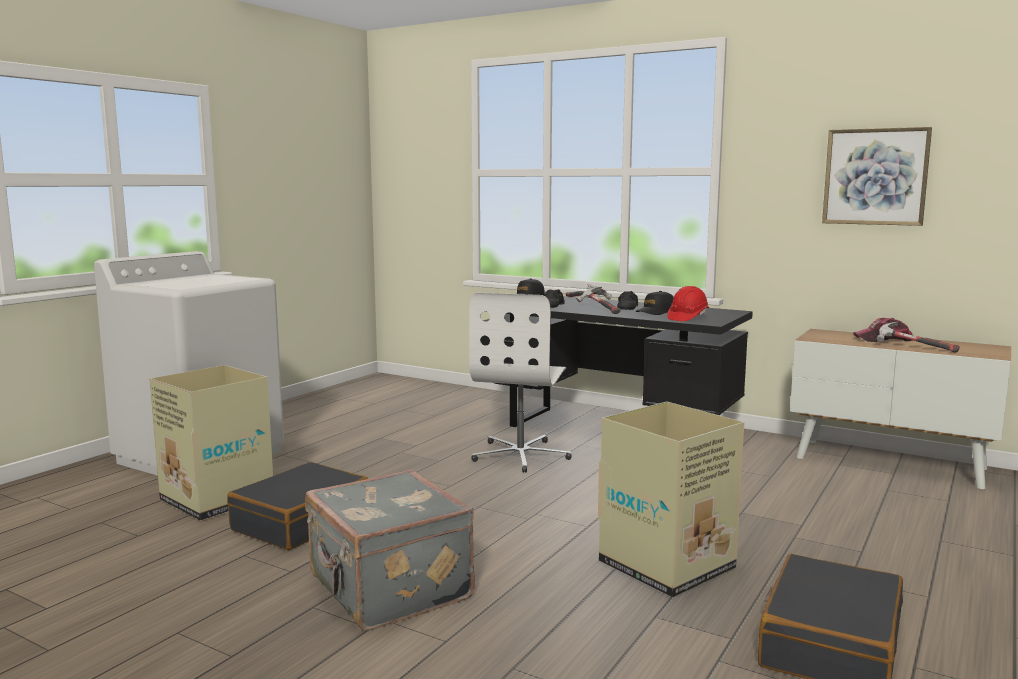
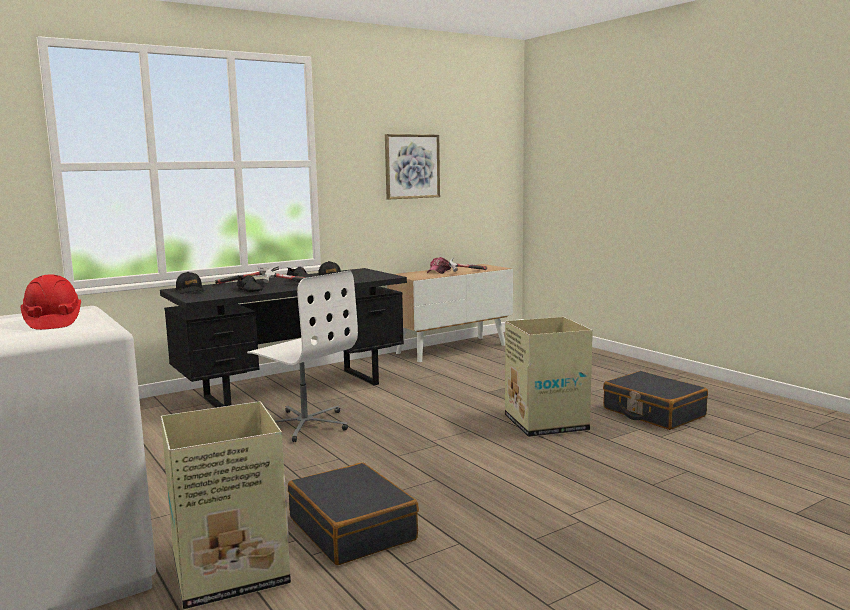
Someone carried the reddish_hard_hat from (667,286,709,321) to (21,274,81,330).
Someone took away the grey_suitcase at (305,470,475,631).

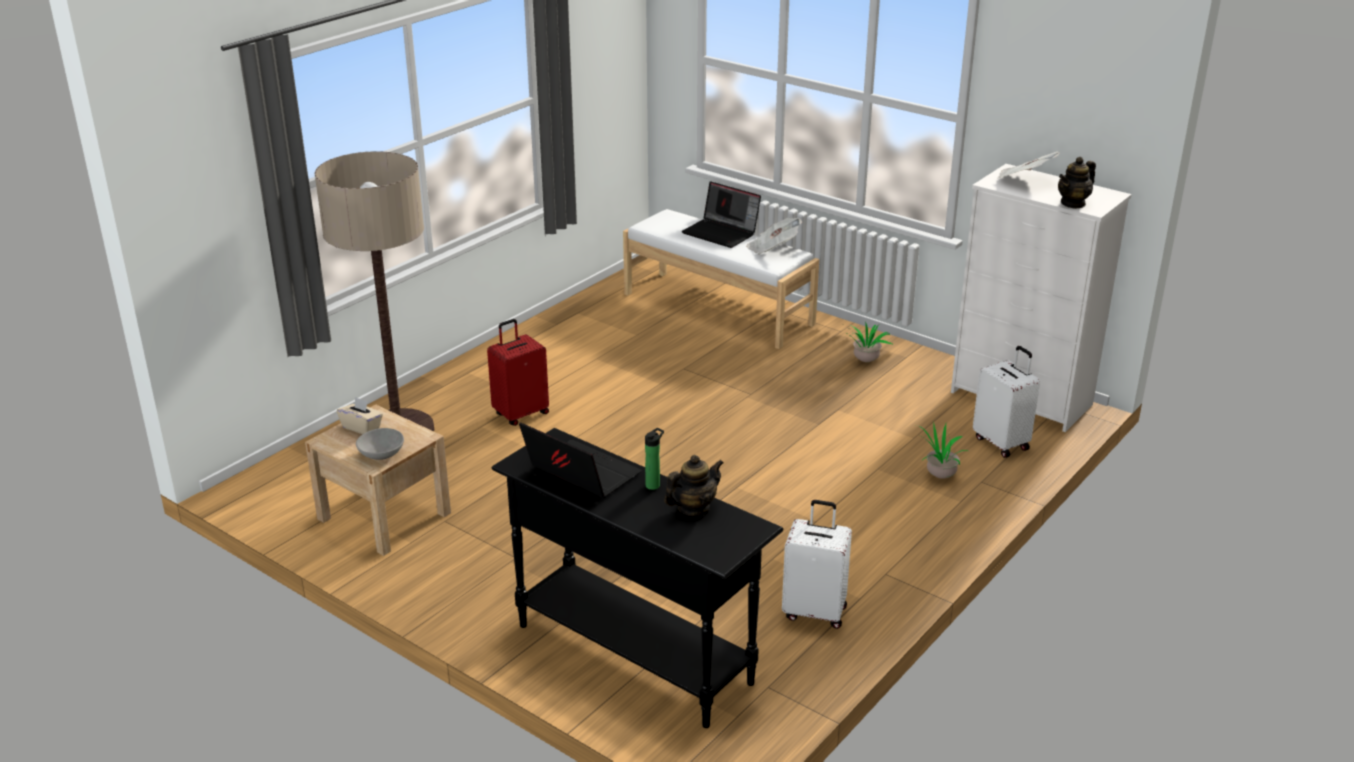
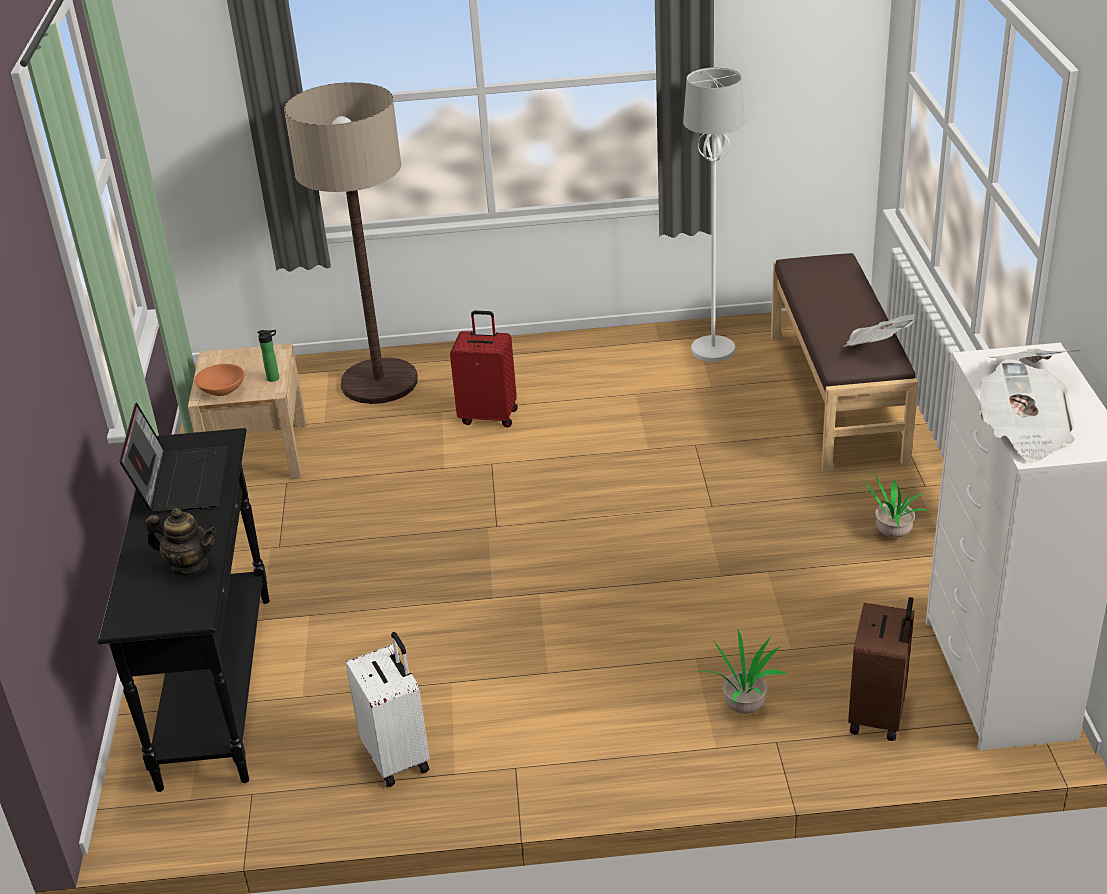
Someone swapped the pot_for_tea at (1058,157,1096,209) for the printed_paper at (980,359,1075,463).
Someone took away the laptop at (681,181,761,248).
Someone repainted the white_long_seat at (623,209,819,349), which became the brownish_long_seat at (771,253,919,472).
Someone repainted the white_suitcase at (973,346,1040,458), which became the brownish_suitcase at (848,597,915,741).
Someone took away the beige_tissue_holder at (337,397,383,434).
Someone repainted the grey_bowl at (356,428,404,460), which became the orange_bowl at (195,364,244,396).
Someone carried the drink_bottle from (645,428,664,490) to (257,330,279,382).
Someone put down the white_floor_lamp at (683,67,745,362).

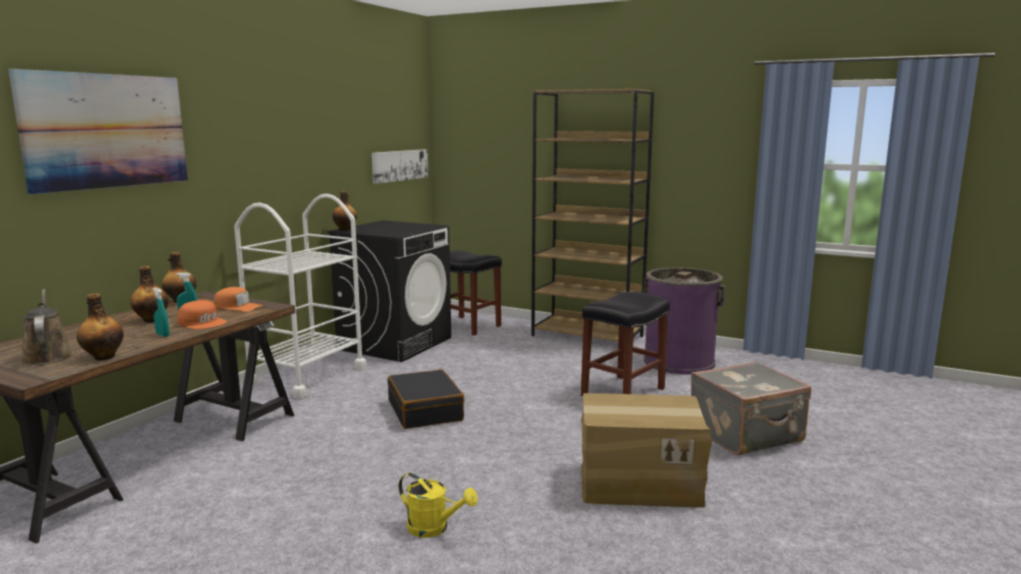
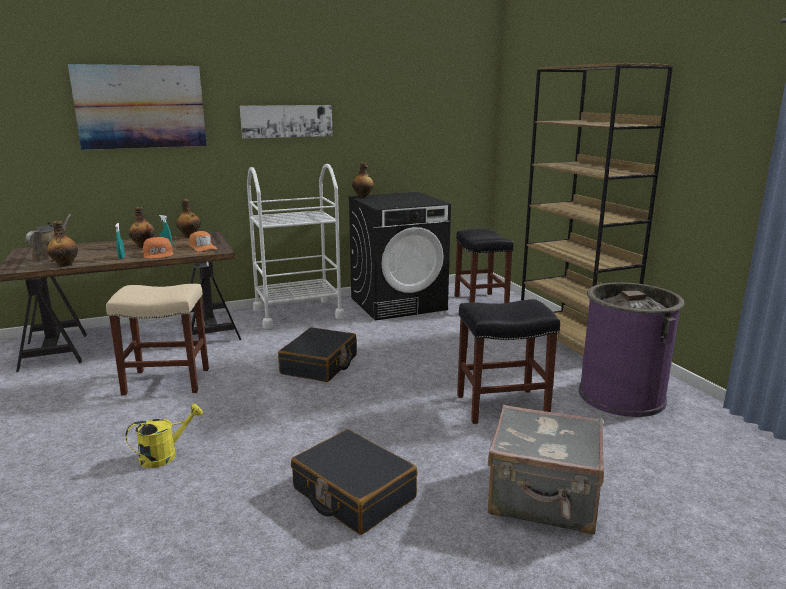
Someone carried the picture from (372,149,428,184) to (240,105,333,139).
Someone swapped the packing_box at (581,393,712,508) for the blackish_suitcase at (291,429,418,535).
Someone rotated the yellow-coloured_watering_can at (399,473,478,538) by 105 degrees counterclockwise.
Someone put down the beige_stool_seat at (106,284,209,395).

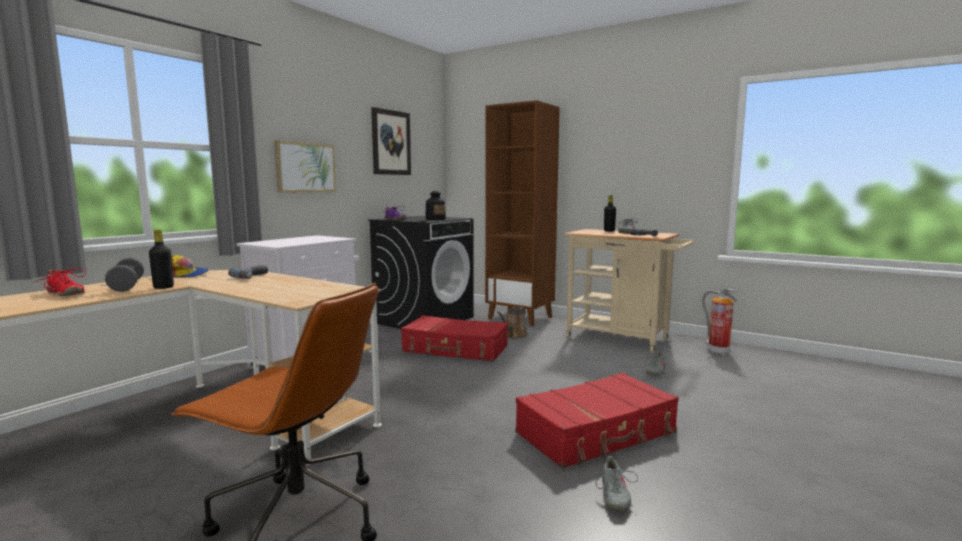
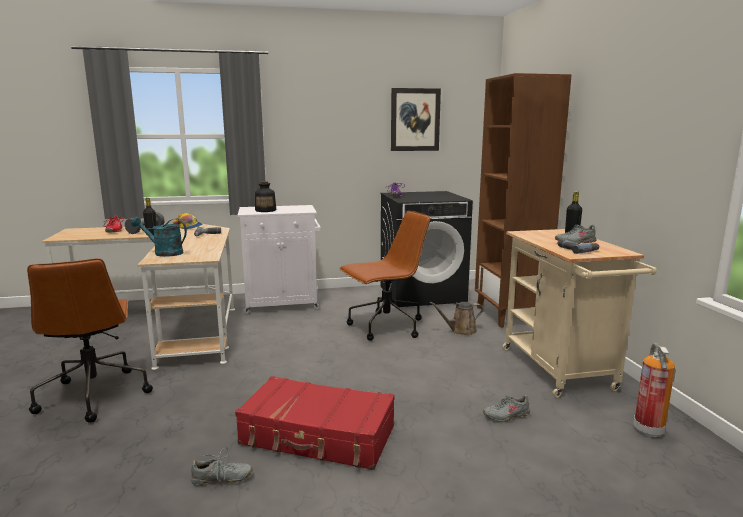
Someone took away the picture at (274,140,336,193).
Someone carried the drink_bottle from (425,191,446,220) to (255,181,276,212).
Someone swapped the reddish_suitcase at (401,315,508,362) for the brownish_computer_chair at (339,211,430,341).
Someone rotated the grey_item_of_footwear at (590,456,638,511) by 150 degrees counterclockwise.
Someone put down the turquoise-coloured_watering_can at (131,216,187,257).

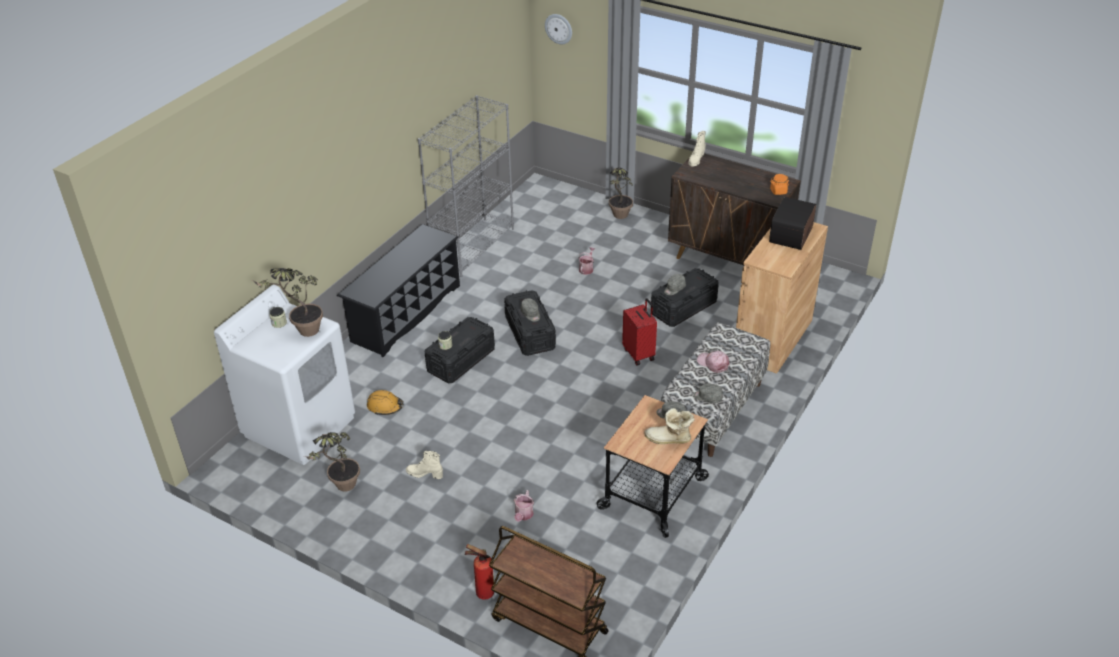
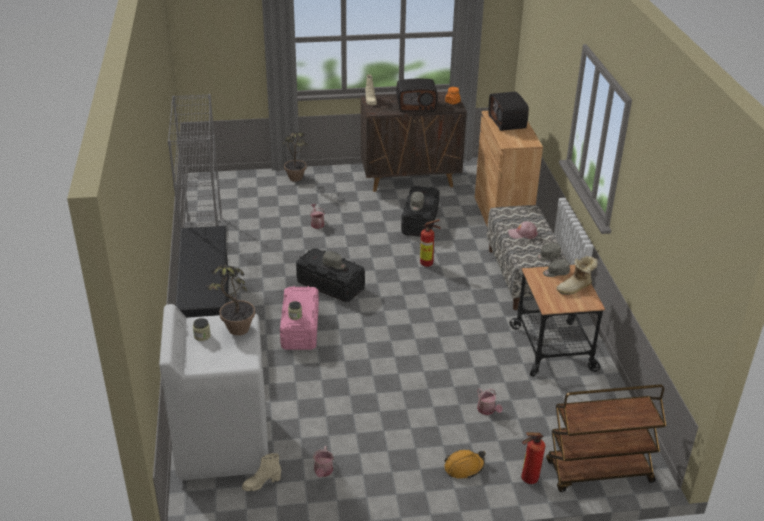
Someone took away the clock_on_the_wall at (545,14,572,44).
Someone swapped the reddish_suitcase at (622,298,657,365) for the fire-fighting_cylinder at (420,219,441,267).
Someone repainted the blackish_storage_bin at (425,317,495,383), which became the pink-coloured_storage_bin at (280,286,319,350).
Someone carried the orange_hard_hat from (367,390,404,415) to (445,450,486,479).
Someone swapped the plant_in_a_pot at (304,432,360,491) for the watering_can at (313,446,334,478).
Someone carried the beige_tall_boot from (406,451,443,479) to (242,453,281,491).
Someone put down the radio at (396,79,438,112).

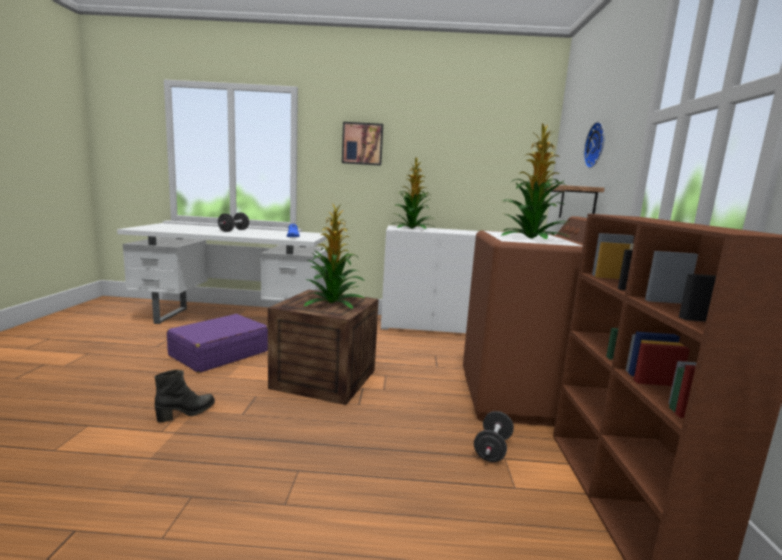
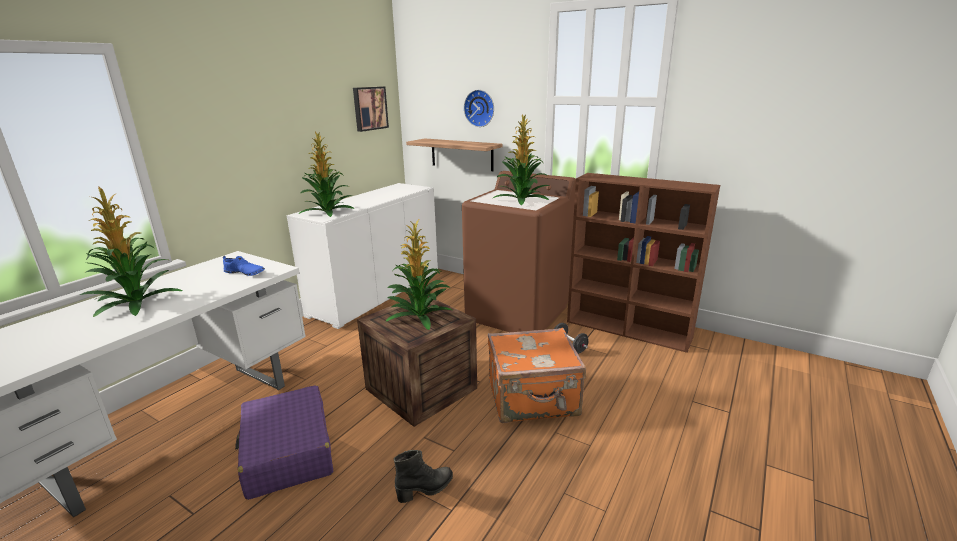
Someone carried the picture from (342,122,383,166) to (353,86,389,132).
Someone swapped the blackish_hand_weight at (218,212,249,232) for the plant_in_a_pot at (80,187,183,317).
Someone rotated the blackish_tall_boot at (154,370,215,422) by 75 degrees clockwise.
Someone put down the orange_suitcase at (488,327,586,423).

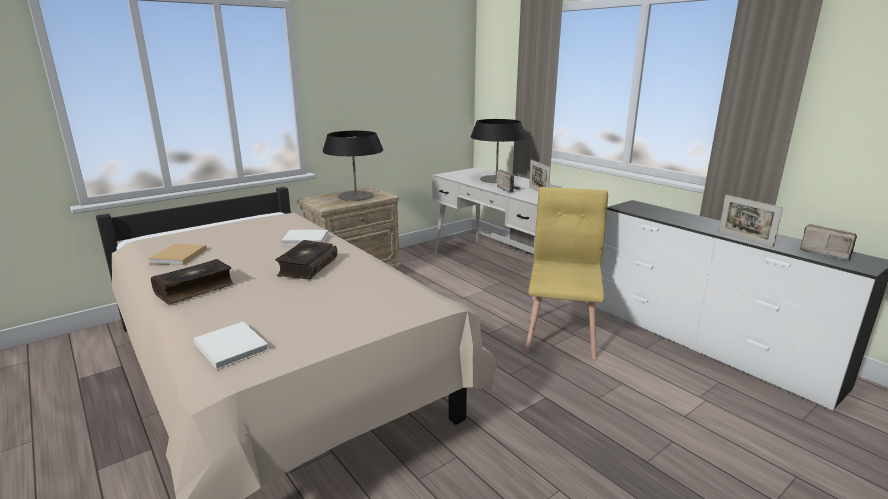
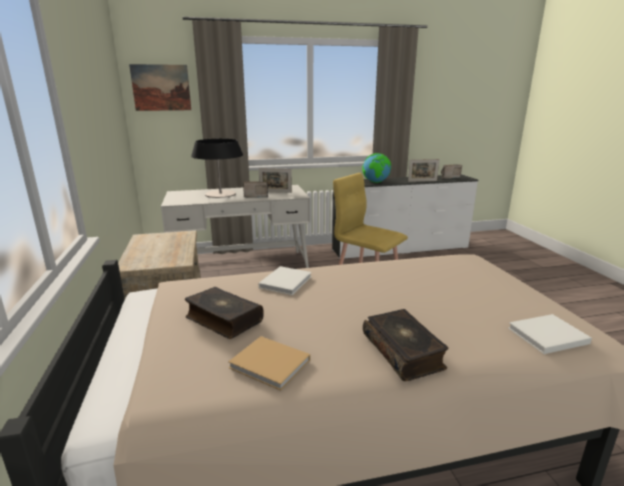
Someone took away the table_lamp at (323,131,383,201).
Someone carried the book from (275,240,338,280) to (185,287,264,339).
Someone put up the picture at (129,64,191,111).
Someone put down the globe at (362,153,391,183).

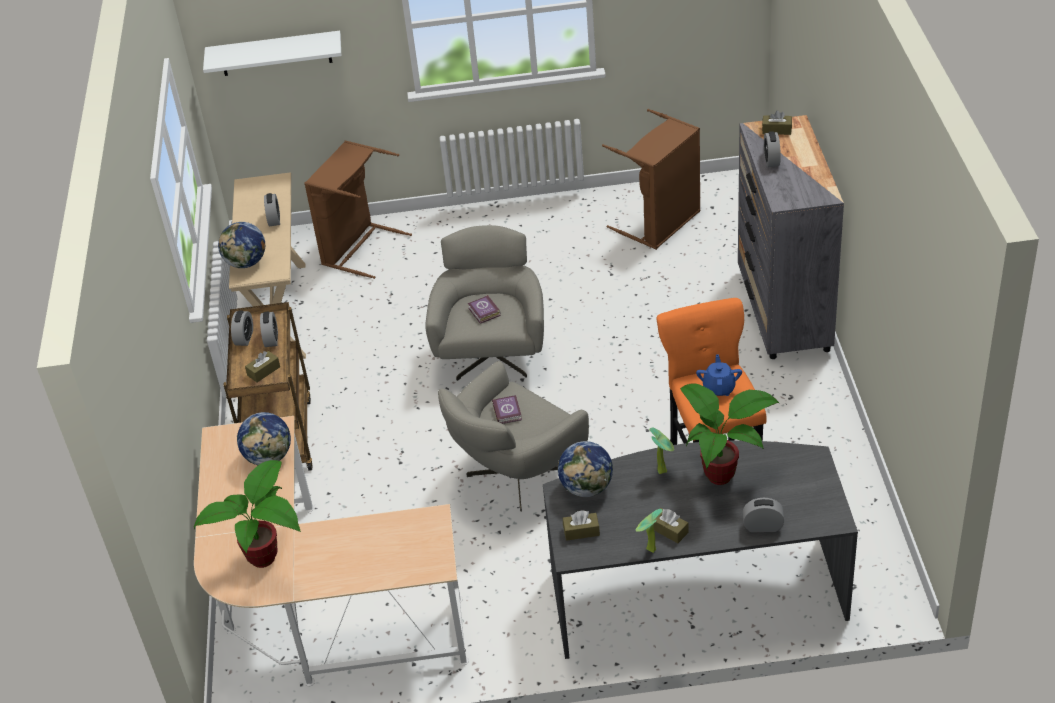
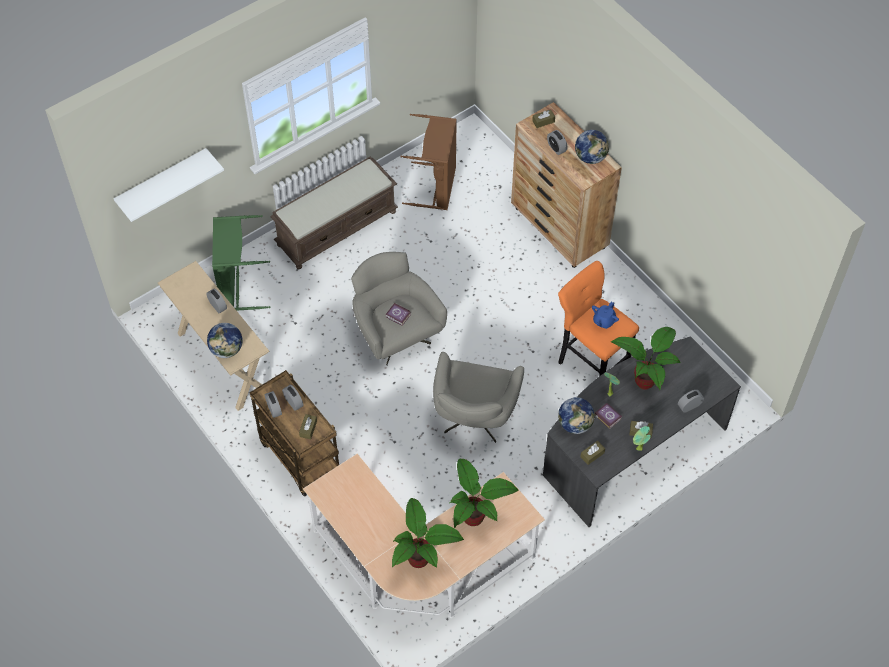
Someone repainted the grey_dresser at (738,115,844,359), which became the brownish_dresser at (511,102,622,268).
Someone repainted the brownish_washing_basket at (304,141,412,279), which became the green_washing_basket at (212,215,271,311).
Someone rotated the bluish_pot_for_tea at (696,354,742,396) by 120 degrees counterclockwise.
Someone carried the book from (492,395,522,424) to (594,403,622,429).
Someone carried the globe from (237,412,291,465) to (575,130,609,164).
Someone put down the brownish_long_seat at (270,156,398,269).
Someone put down the plant_in_a_pot at (449,459,519,528).

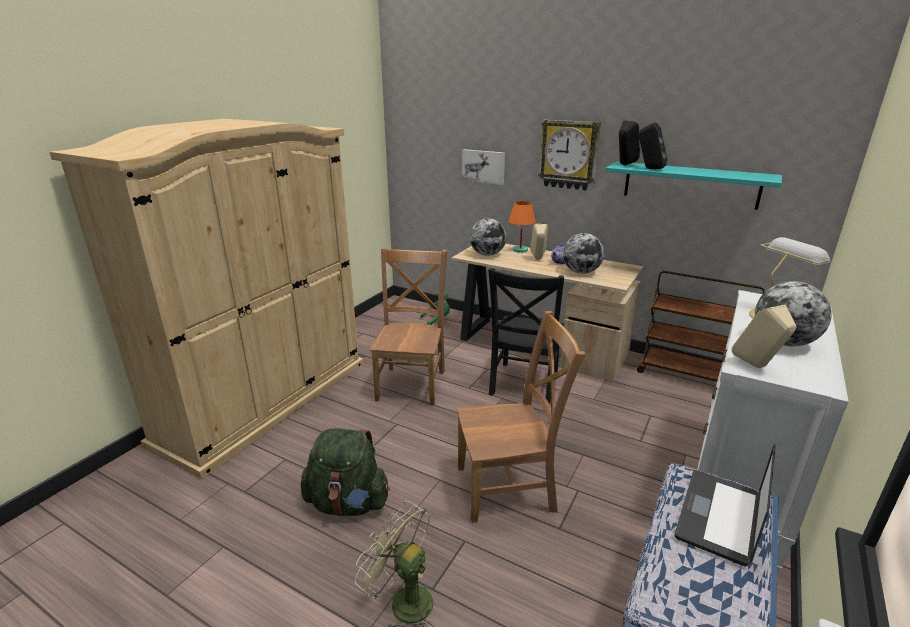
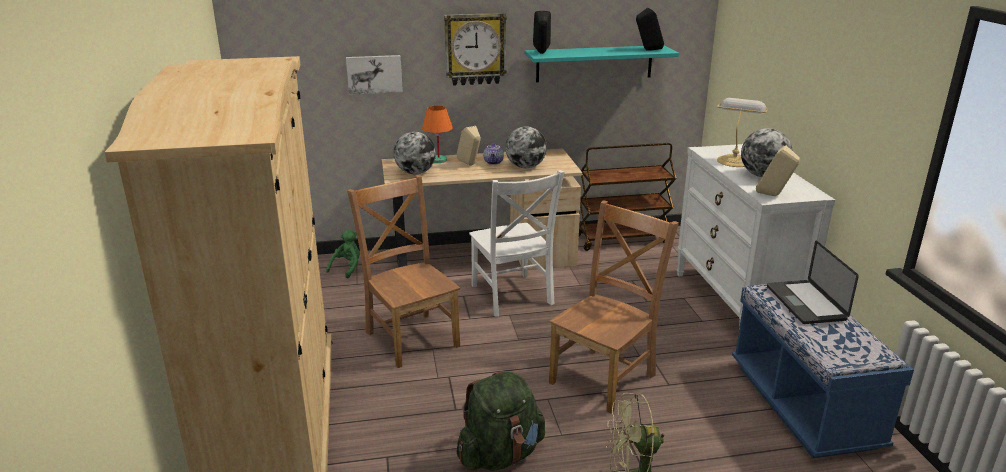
Someone carried the blackish_speaker from (638,123,667,169) to (636,8,664,51).
Someone repainted the blackish_plain_chair at (488,268,564,404), which became the white_plain_chair at (469,170,565,317).

